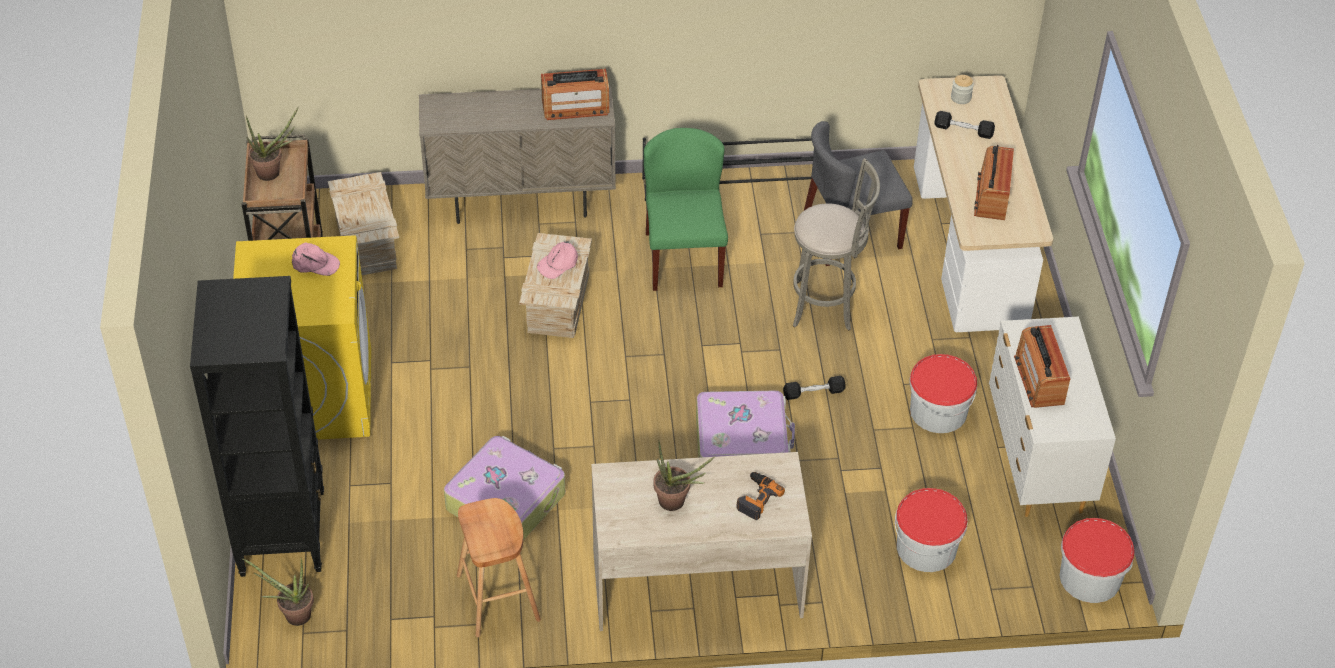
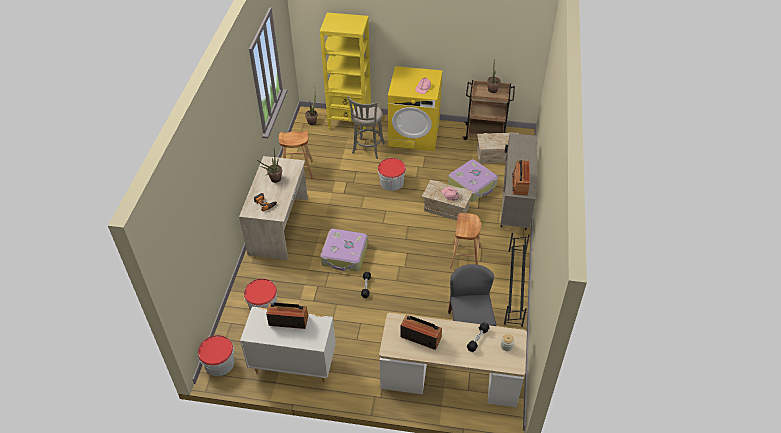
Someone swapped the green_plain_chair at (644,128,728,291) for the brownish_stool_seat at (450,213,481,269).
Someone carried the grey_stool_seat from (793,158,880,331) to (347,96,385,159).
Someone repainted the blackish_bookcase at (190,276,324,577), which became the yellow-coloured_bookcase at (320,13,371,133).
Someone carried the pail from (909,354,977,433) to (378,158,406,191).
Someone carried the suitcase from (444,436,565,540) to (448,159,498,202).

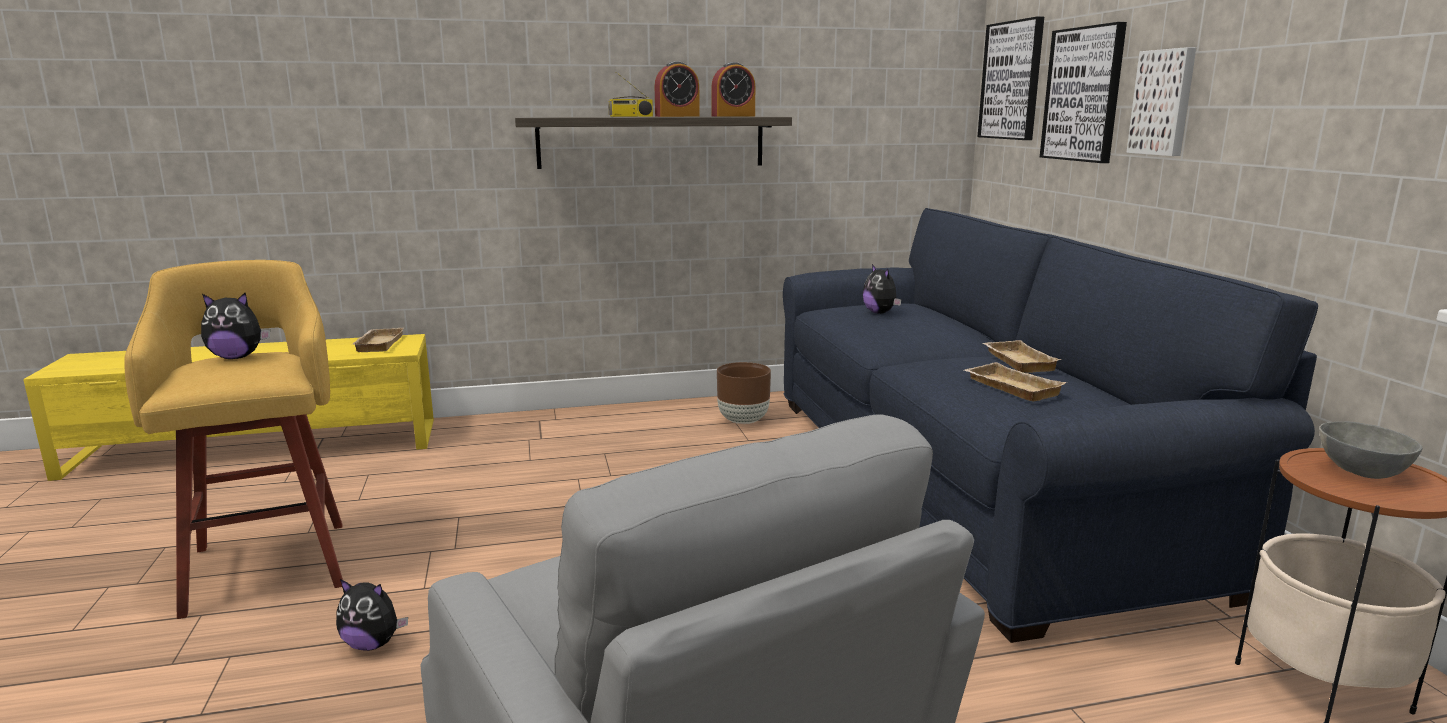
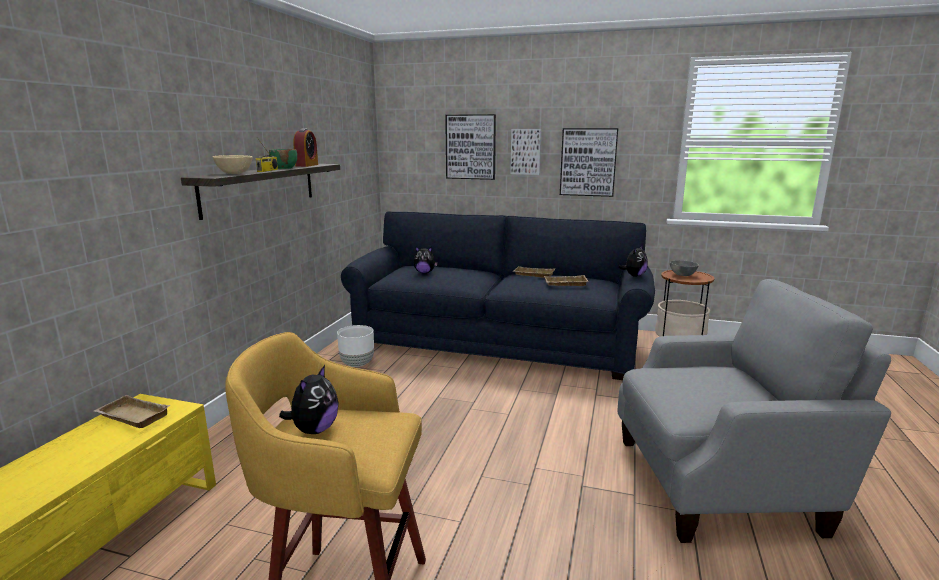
Someone carried the picture from (978,16,1044,140) to (560,128,618,197).
Someone swapped the bedside_clock at (655,61,700,117) for the green_bowl at (269,149,297,169).
Someone repainted the brownish_planter at (717,362,771,424), which became the white_planter at (337,325,374,367).
Someone carried the cuddly_toy from (336,579,408,651) to (619,245,648,277).
Someone put down the beige_bowl at (213,155,253,174).

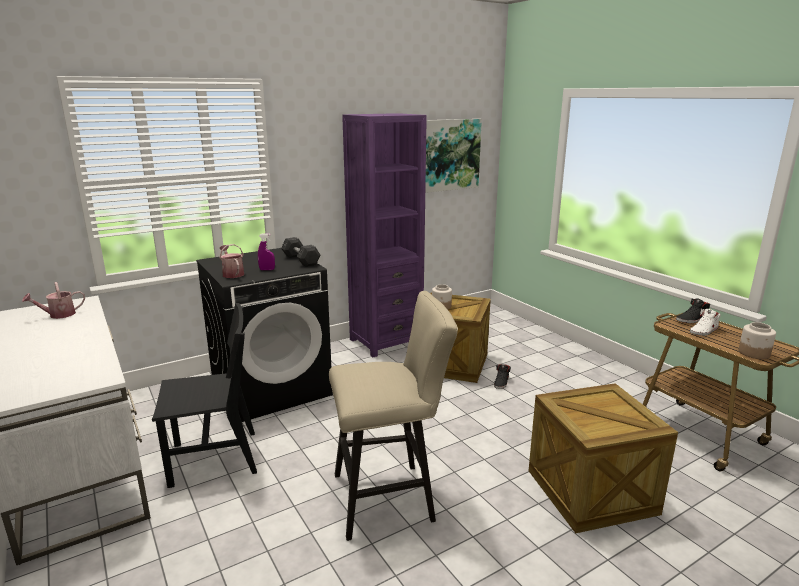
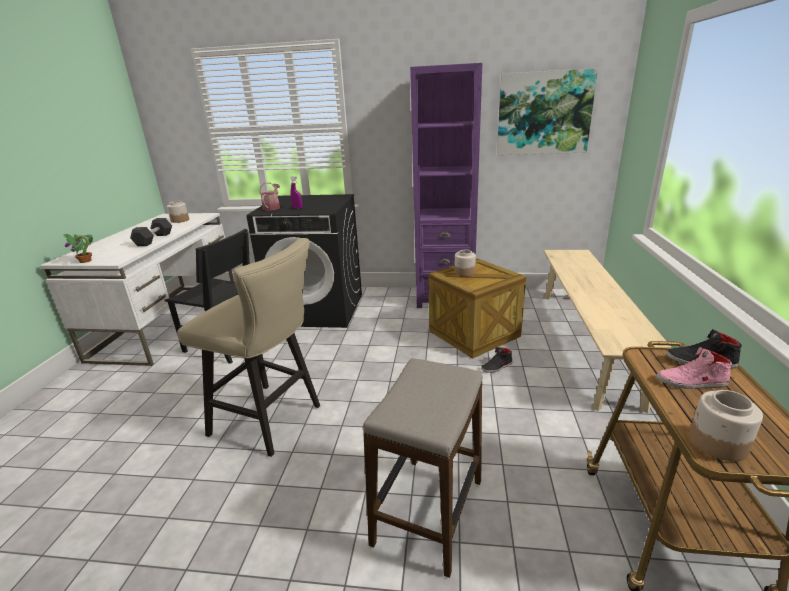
Someone carried the grey_hand_weight from (281,237,320,267) to (130,218,172,246).
Someone swapped the watering_can at (22,282,85,319) for the storage_jar at (167,201,189,223).
Someone repainted the white_item_of_footwear at (690,309,721,336), which became the pink-coloured_item_of_footwear at (656,347,732,389).
Someone swapped the crate at (528,383,678,533) for the stool_seat at (363,358,483,578).
Someone put down the plant_in_a_pot at (63,234,93,263).
Someone put down the beige_long_seat at (544,250,672,413).

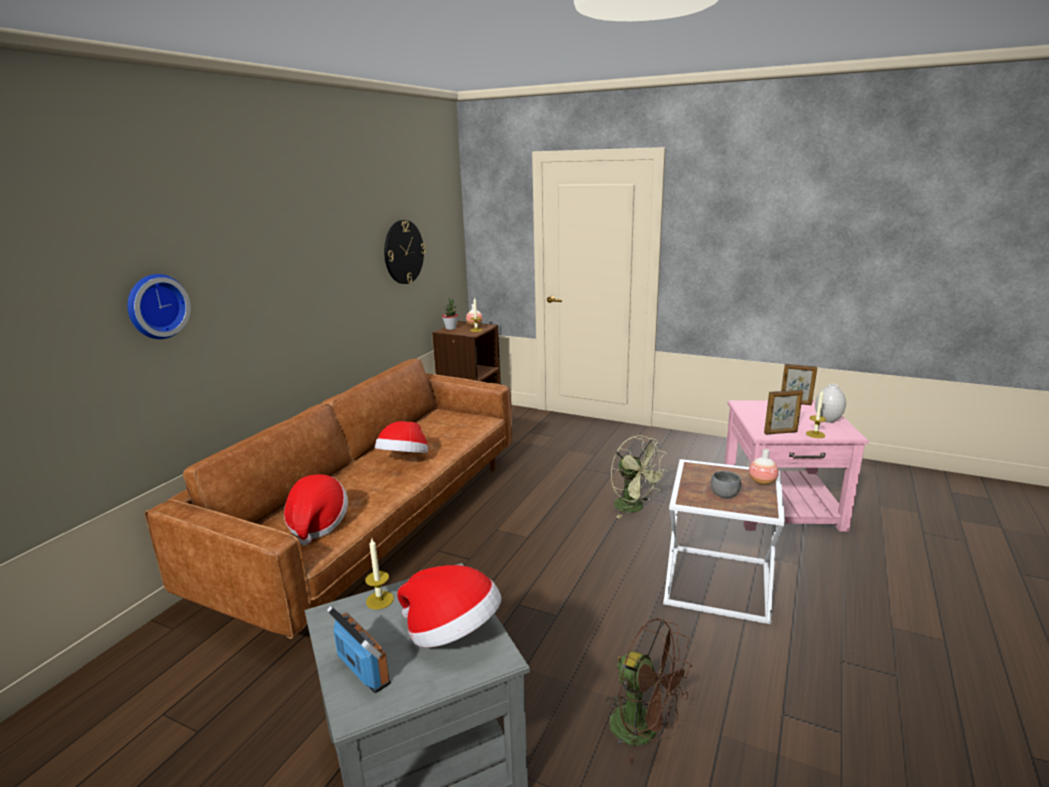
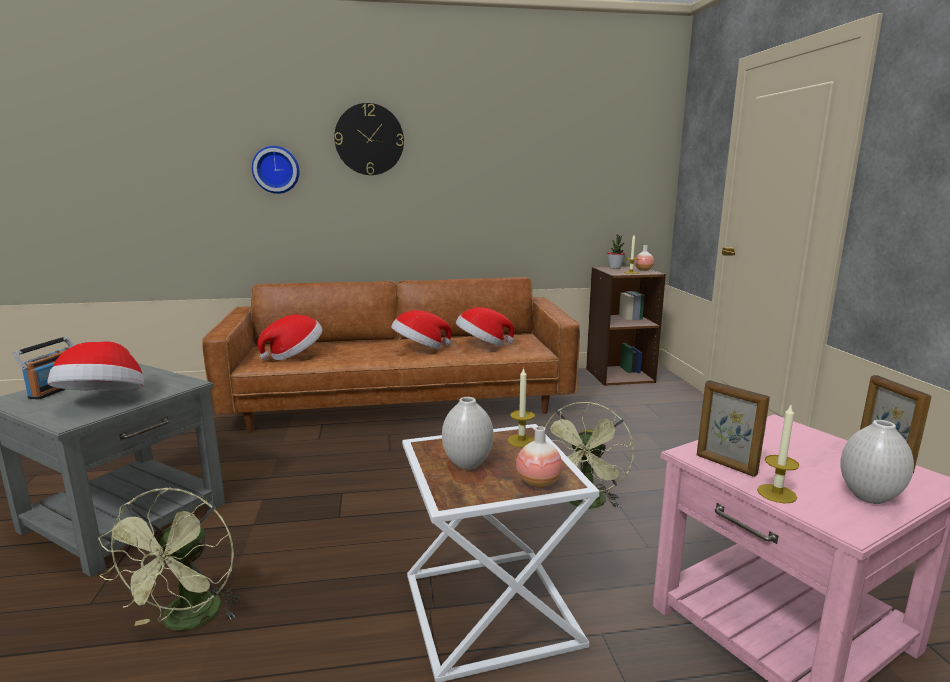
Someone carried the clock_on_the_wall from (384,220,425,284) to (334,103,404,175).
Someone swapped the grey_bowl at (710,471,741,498) for the white_decorative_vase at (442,397,494,470).
Someone carried the candle from (365,537,394,610) to (508,367,535,447).
Someone repainted the brownish_fan at (606,618,693,765), which became the green_fan at (98,487,241,631).
Someone put down the hat at (456,307,515,347).

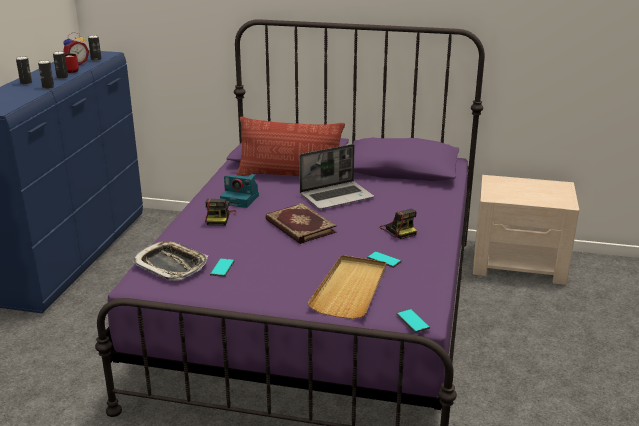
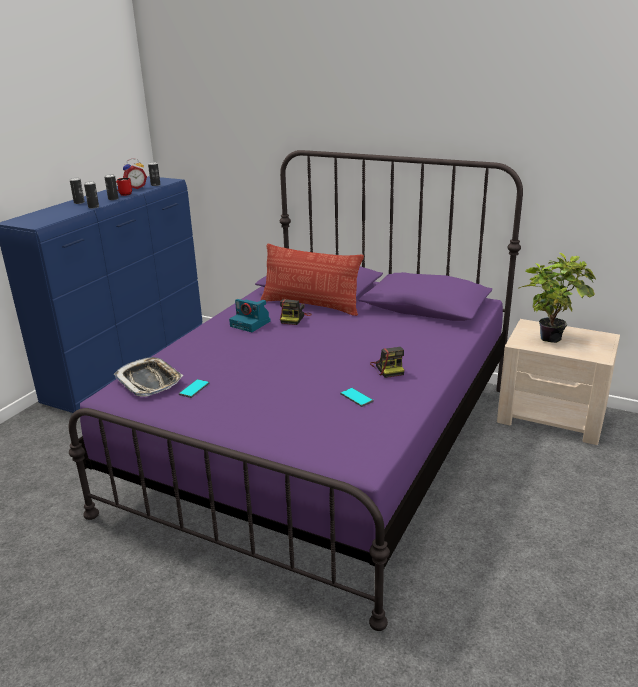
Someone took away the laptop at (299,144,374,209).
Someone carried the photo_camera from (205,198,237,226) to (280,299,312,325).
Someone took away the book at (265,203,337,244).
Someone took away the beige_tray at (308,255,386,319).
Someone took away the phone at (396,309,430,333).
Someone put down the plant_in_a_pot at (519,253,596,343).

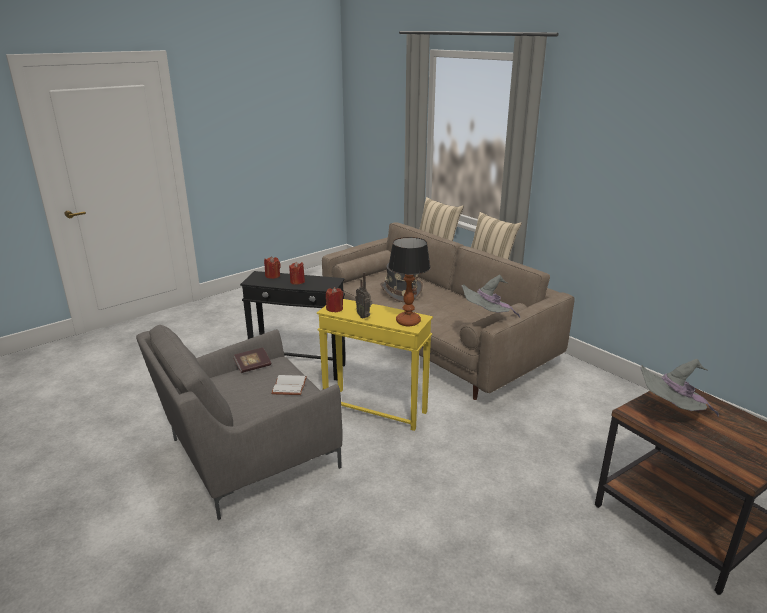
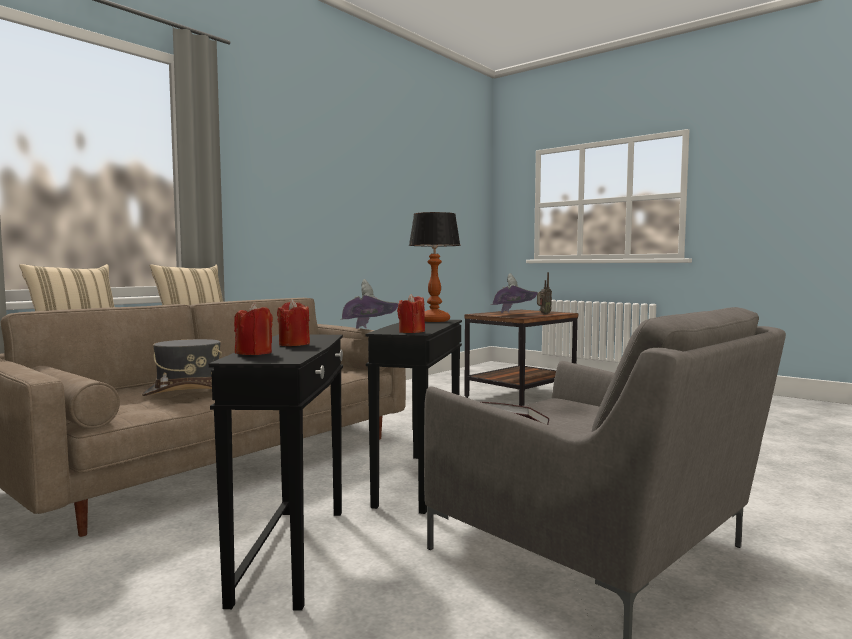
Someone carried the radio from (355,272,372,319) to (537,272,552,315).
Someone repainted the yellow-coloured_accent_table at (317,299,433,431), which became the blackish_accent_table at (366,320,462,514).
Someone took away the white_book at (271,375,307,395).

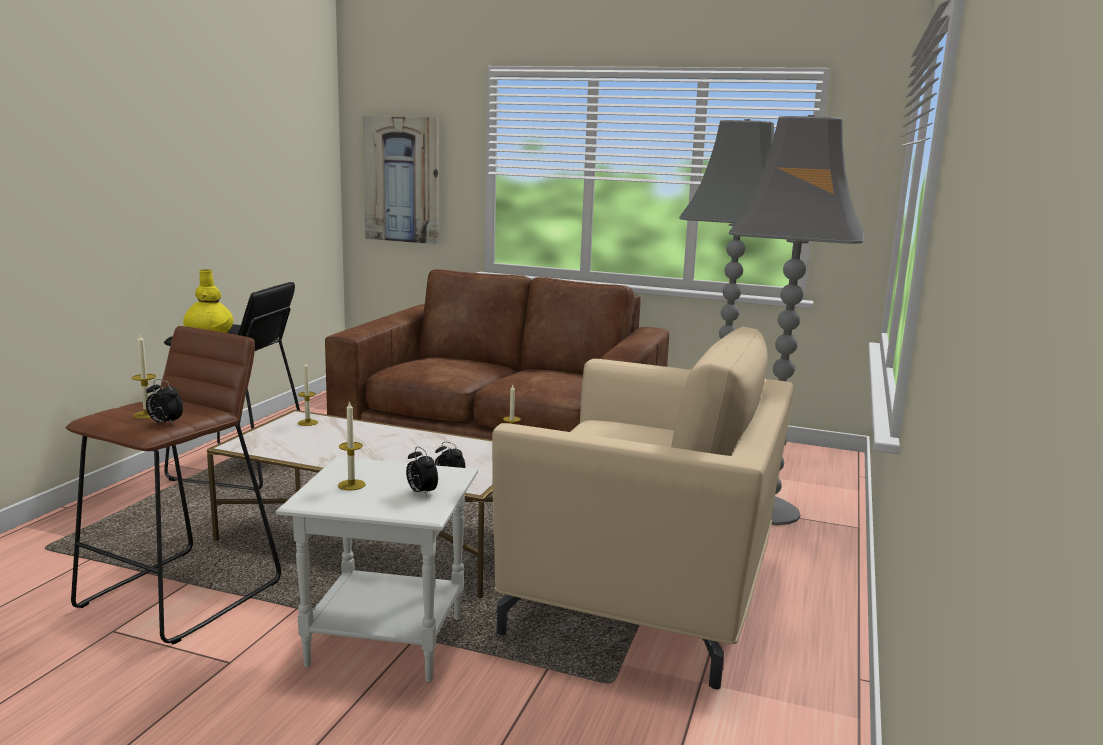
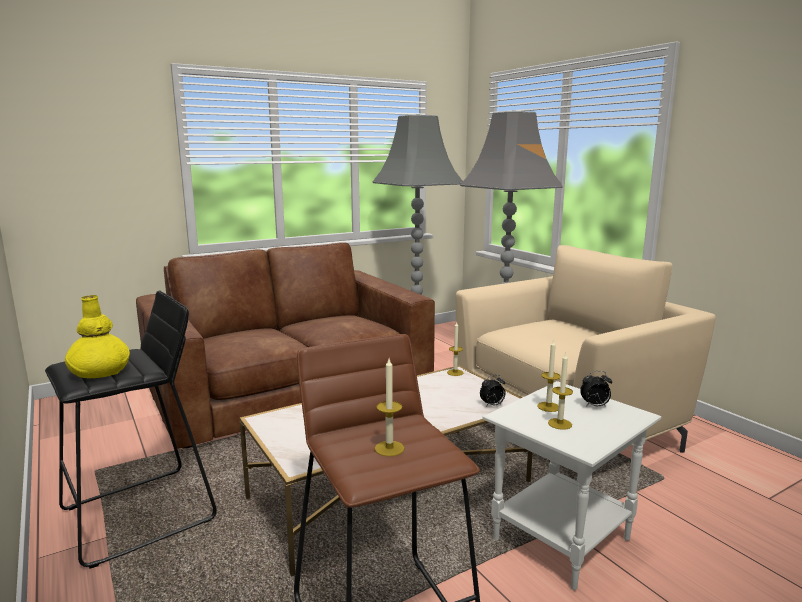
Someone took away the picture at (363,116,439,244).
Someone carried the candle from (298,361,318,426) to (538,339,561,412).
Someone took away the bedside_clock at (146,379,183,426).

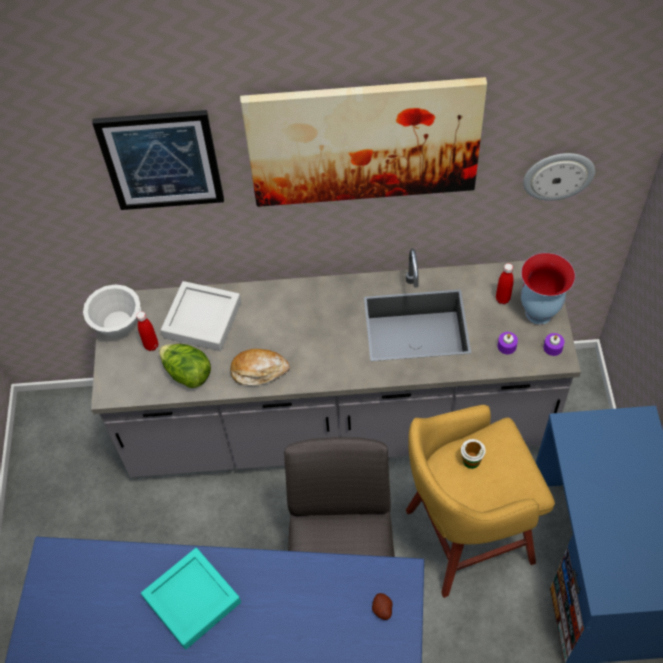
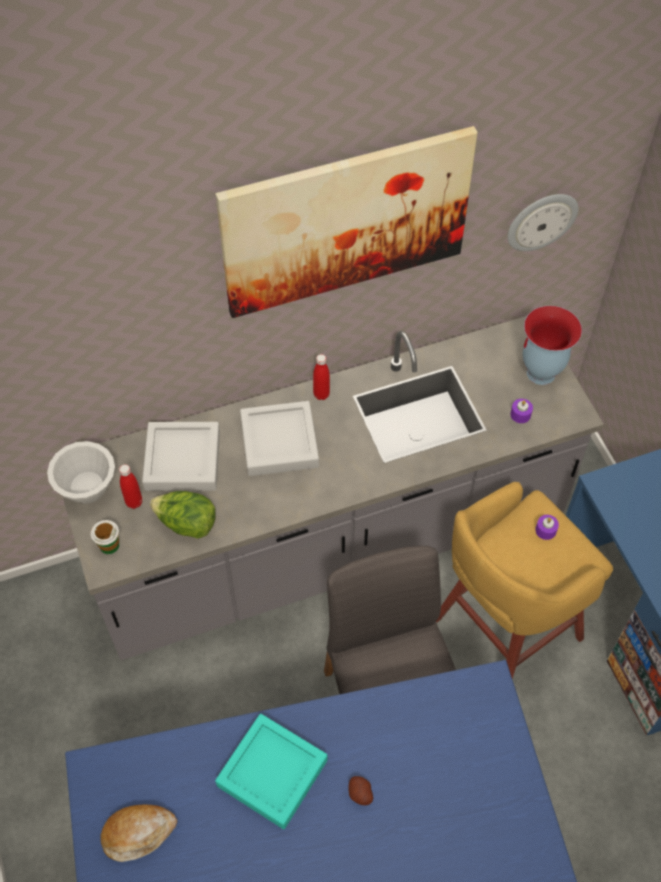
Someone took away the picture at (92,110,224,210).
Someone carried the reddish_drink_bottle from (496,263,514,304) to (313,354,330,400).
Someone carried the purple-coloured_candle from (543,333,564,356) to (535,515,559,540).
Someone carried the bakery_bread from (230,349,290,385) to (100,805,178,862).
Someone carried the drinking_cup from (461,439,486,469) to (91,520,119,554).
Someone carried the potato from (372,593,393,620) to (348,776,374,805).
Someone put down the grey_tray at (240,401,319,476).

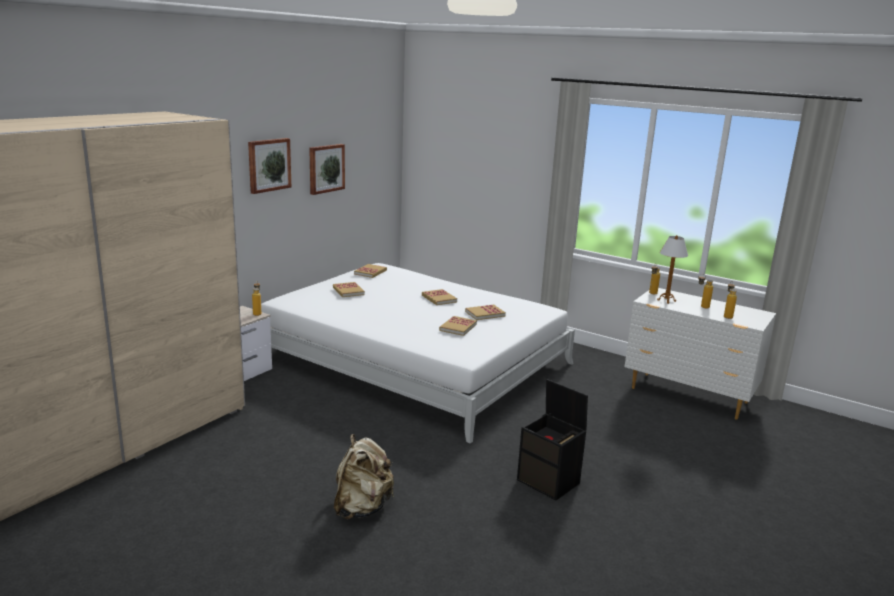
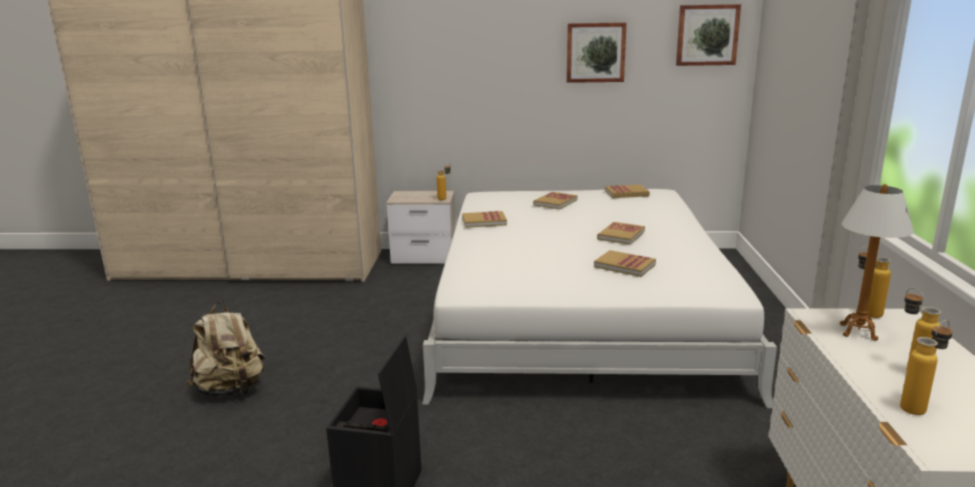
Someone carried the picture from (248,138,291,194) to (676,4,741,66).
Someone carried the book from (439,316,477,336) to (462,211,507,228).

